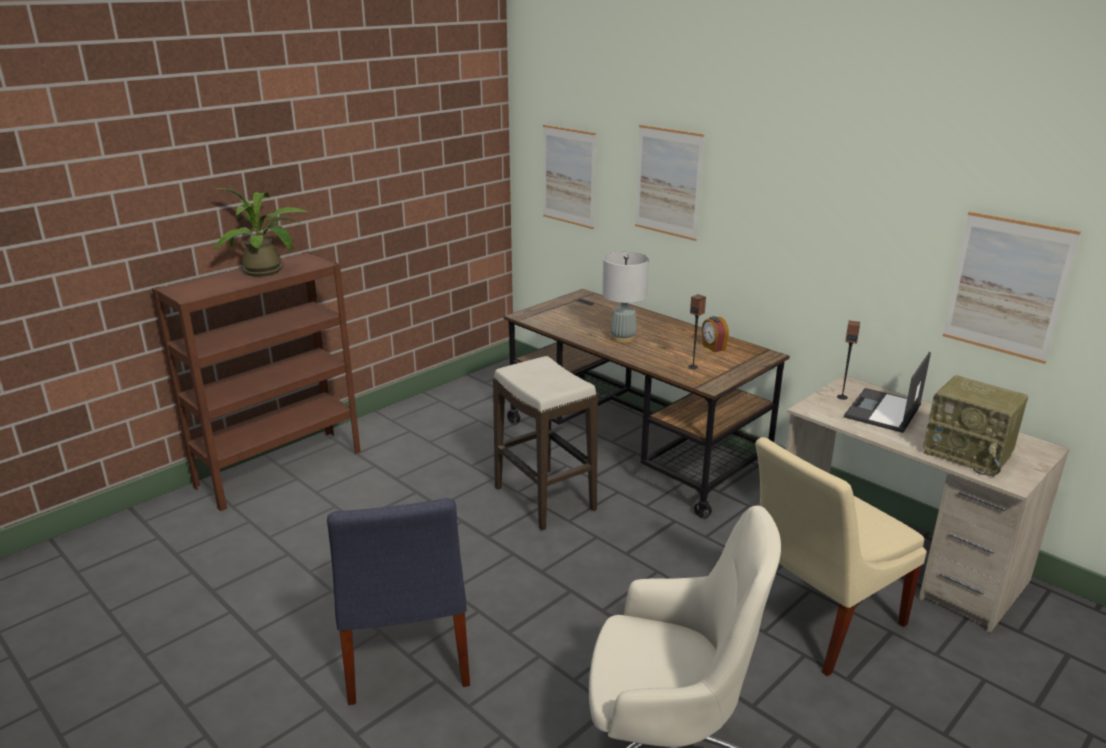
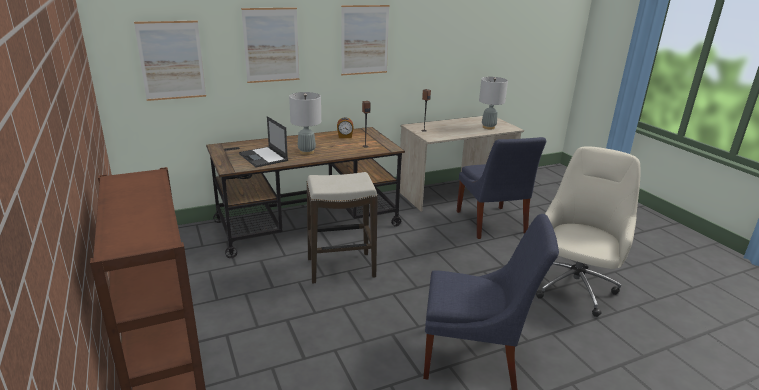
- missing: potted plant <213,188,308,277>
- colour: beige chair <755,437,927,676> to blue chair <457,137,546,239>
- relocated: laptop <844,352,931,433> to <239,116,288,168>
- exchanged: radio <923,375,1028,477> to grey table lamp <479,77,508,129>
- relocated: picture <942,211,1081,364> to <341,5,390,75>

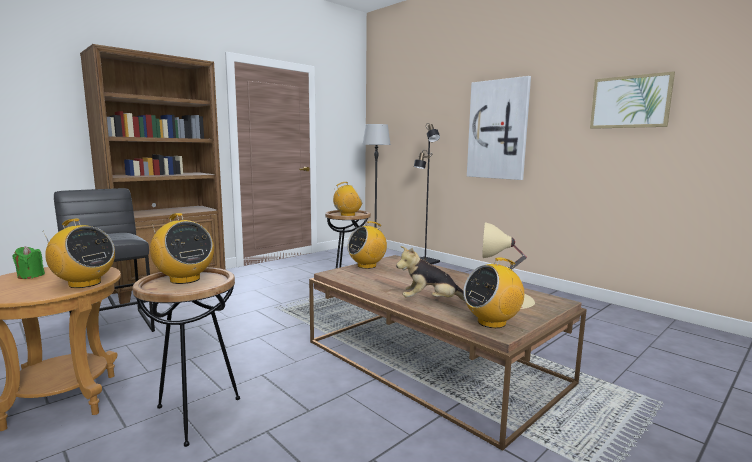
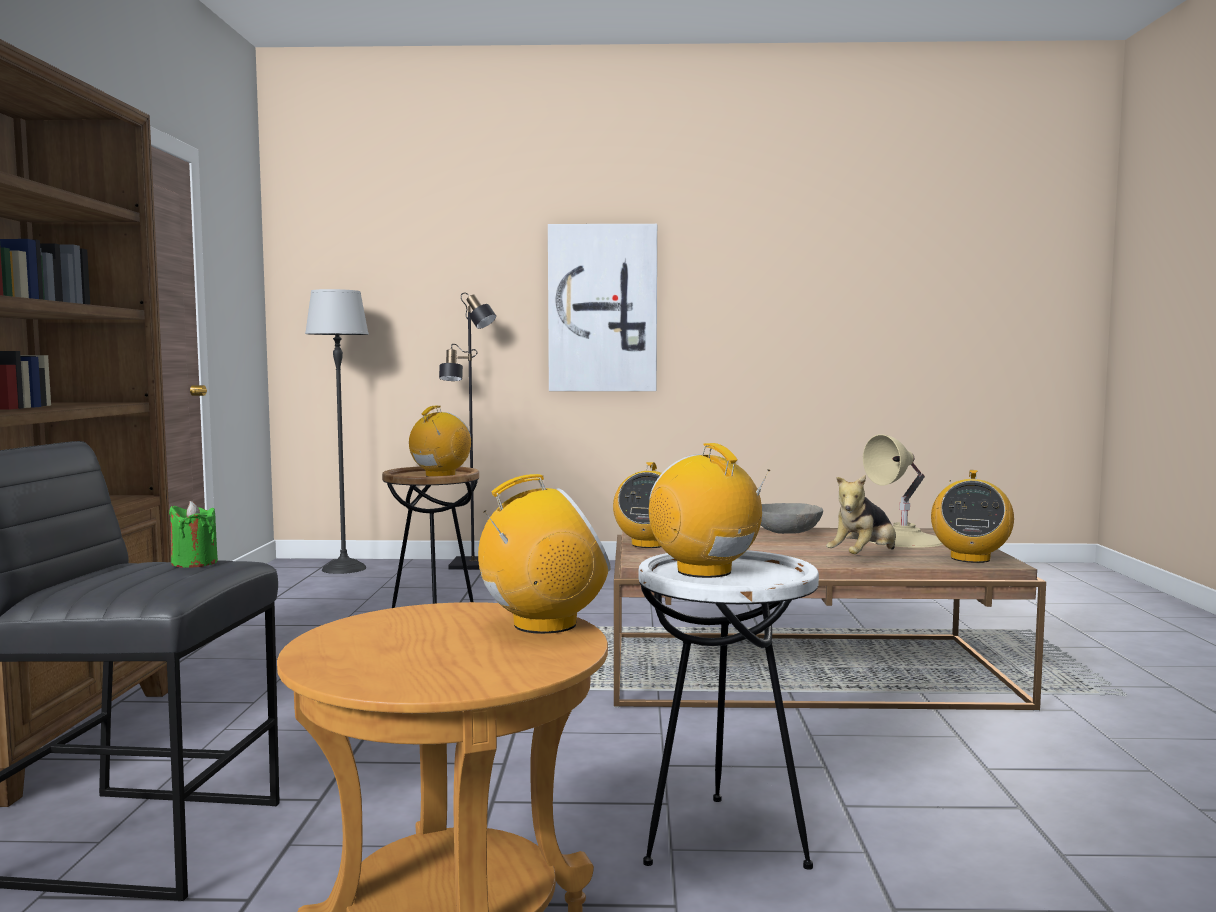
- relocated: green candle <13,246,45,279> to <169,501,218,568>
- colour: brown side table <133,267,240,447> to white side table <639,550,819,870>
- spun: radio <150,213,214,284> = <649,443,770,578> 120 degrees counterclockwise
- missing: picture <590,71,675,129>
- appeared: grey bowl <761,503,823,534>

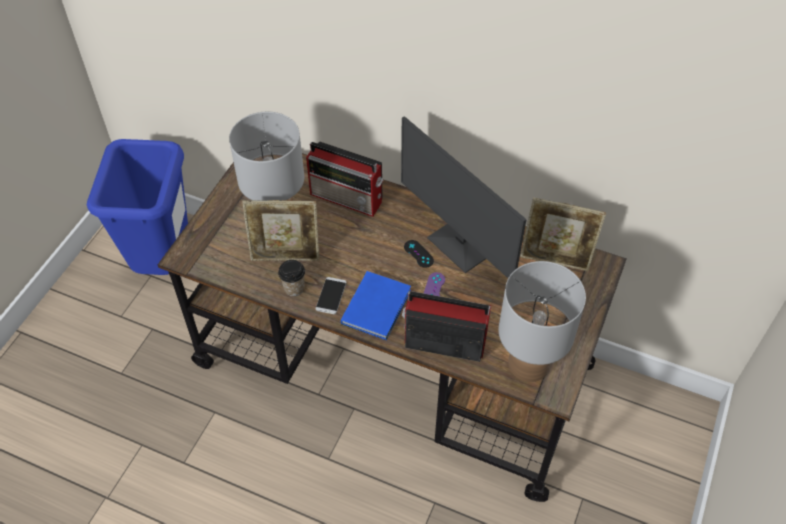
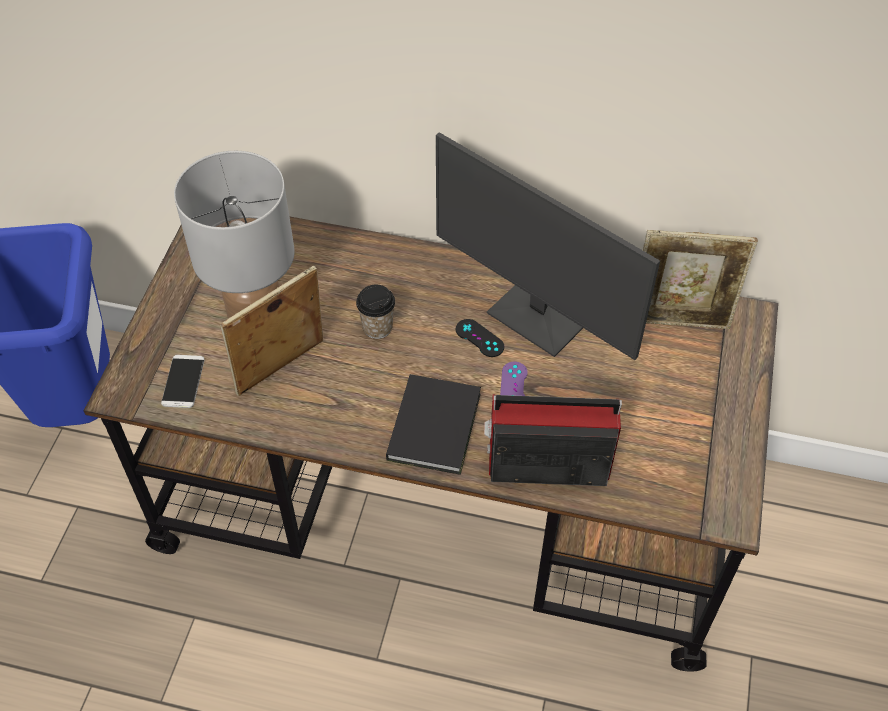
- spun: picture frame <242,200,320,261> = <220,266,323,396> 150 degrees clockwise
- relocated: cup <278,260,305,296> to <356,285,395,339>
- missing: radio <306,142,384,217>
- relocated: phone <316,277,347,314> to <161,355,205,408>
- colour: blue book <341,271,411,340> to black book <386,374,481,475>
- missing: grey table lamp <498,261,586,382>

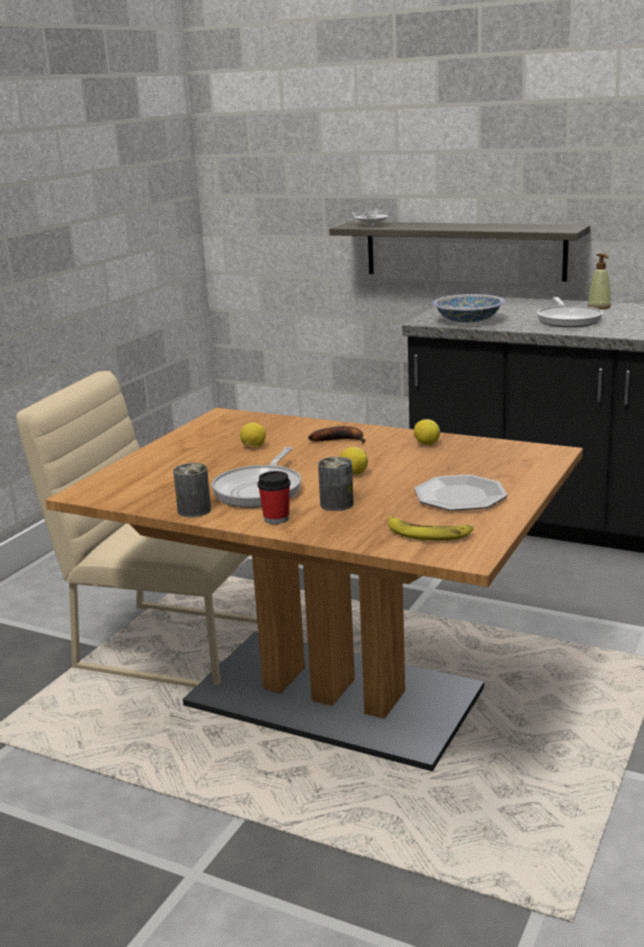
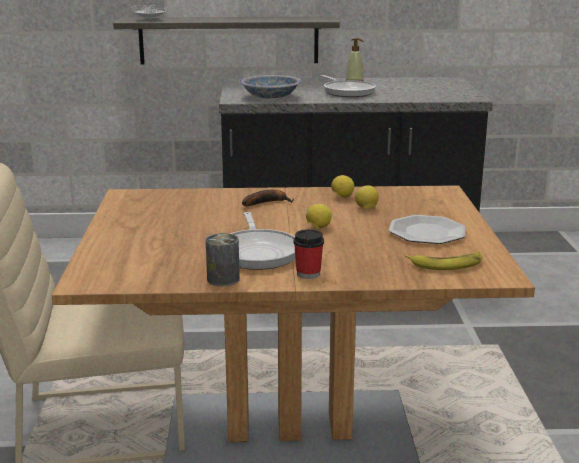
- relocated: lemon <240,423,266,448> to <355,186,379,209>
- missing: can <318,457,354,511>

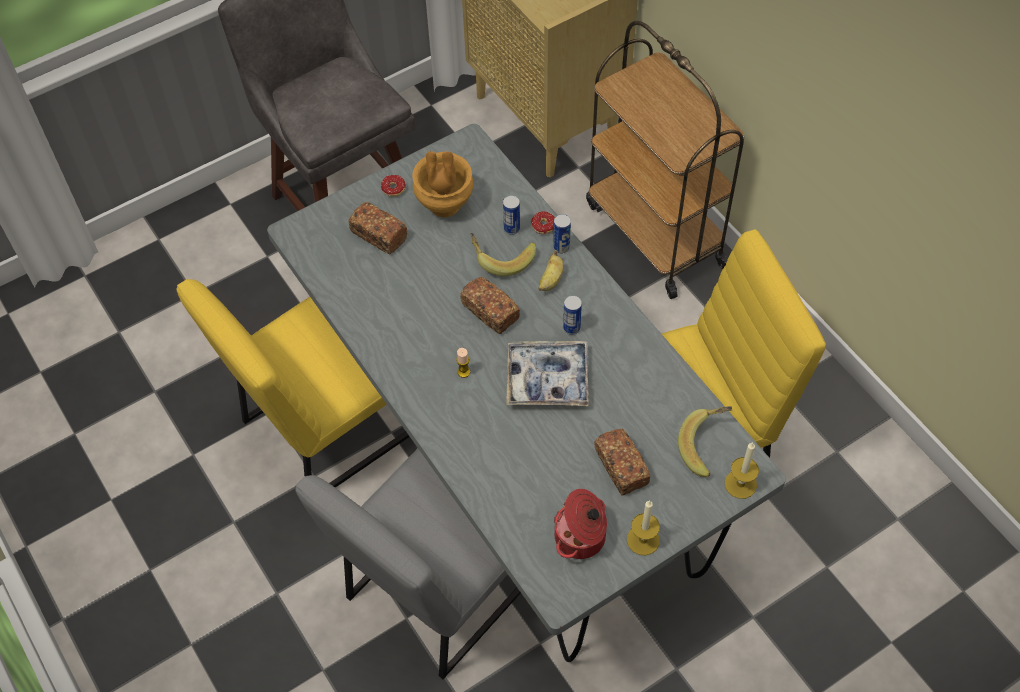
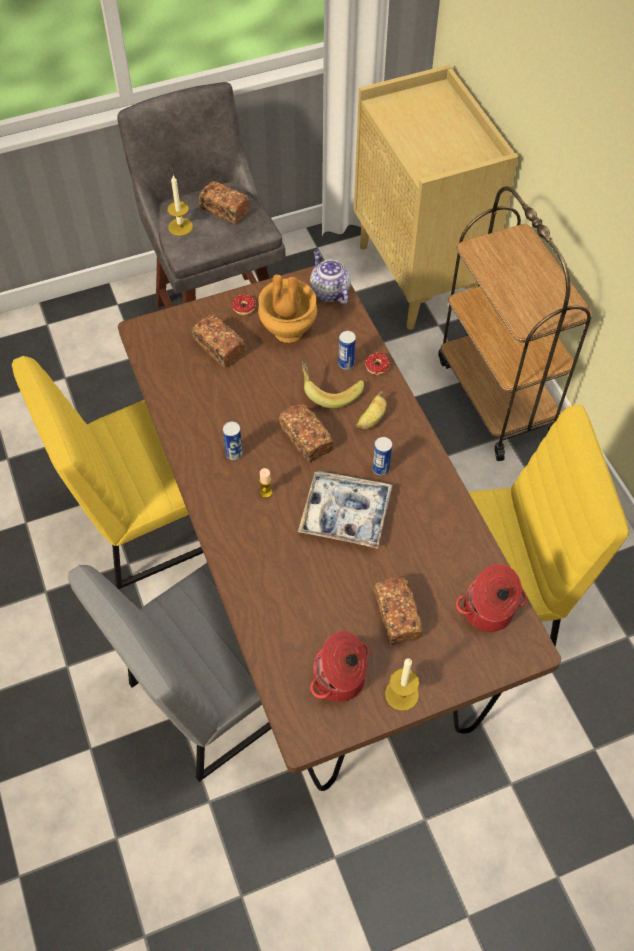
- colour: grey dining table <267,124,786,662> to brown dining table <118,266,561,791>
- relocated: can <553,214,571,253> to <223,421,243,461>
- exchanged: banana <678,406,732,477> to cooking pot <456,564,527,632>
- relocated: candle <725,442,759,499> to <167,175,193,236>
- appeared: bread <199,181,250,224>
- appeared: teapot <310,250,351,305>

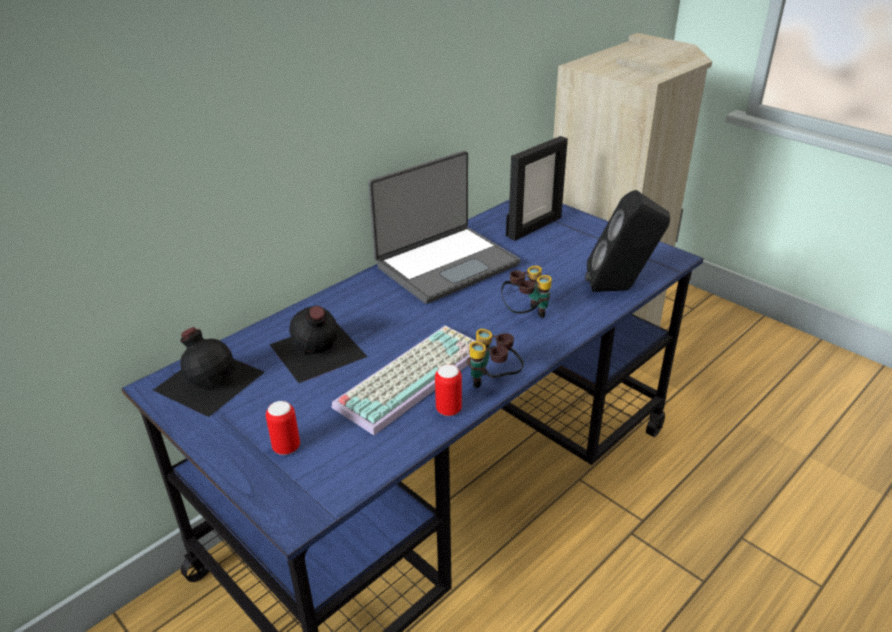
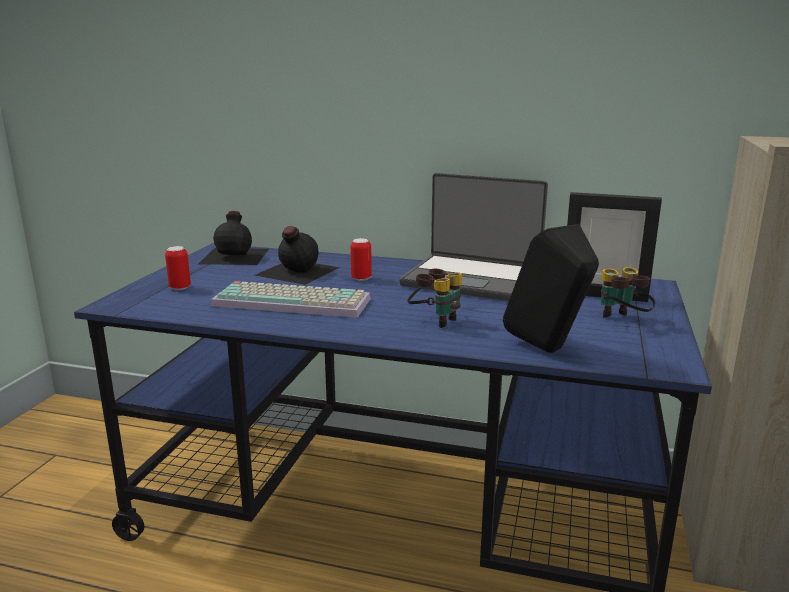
- relocated: can <435,364,462,416> to <350,238,372,281>
- relocated: binoculars <466,329,524,388> to <601,267,655,318>

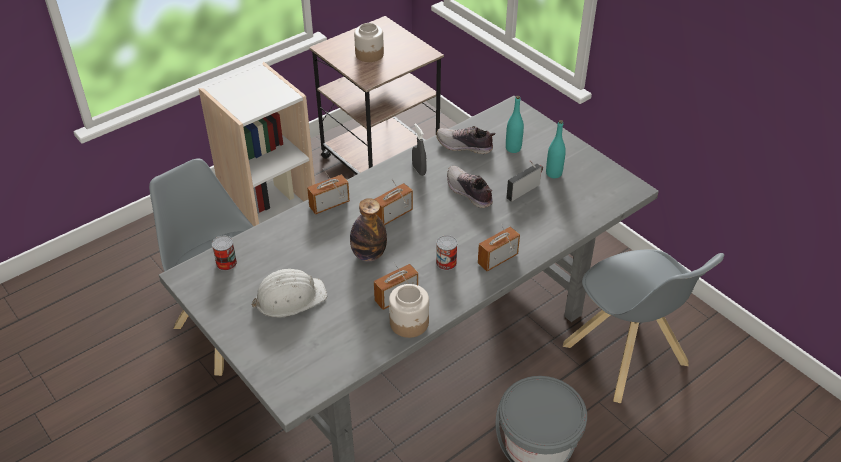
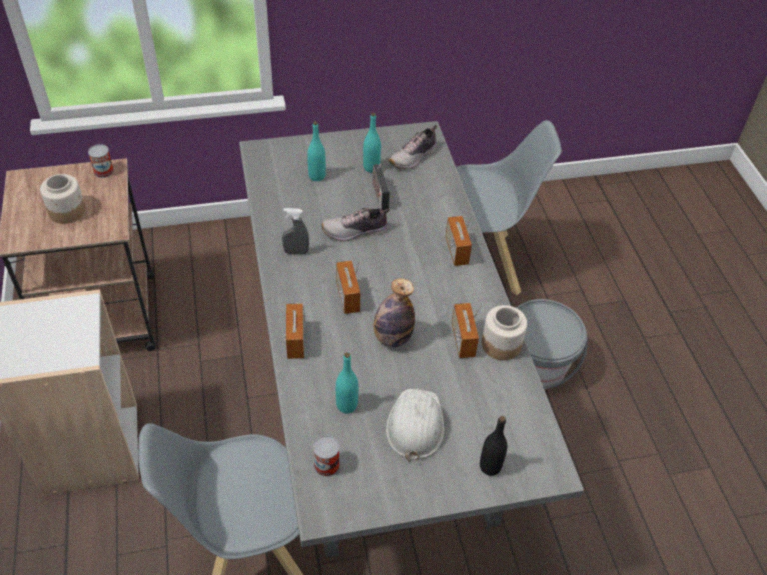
- relocated: shoe <436,126,495,154> to <389,125,437,169>
- relocated: can <436,235,457,270> to <88,144,114,178>
- appeared: turquoise bottle <336,352,358,413>
- appeared: black bottle <480,416,507,476>

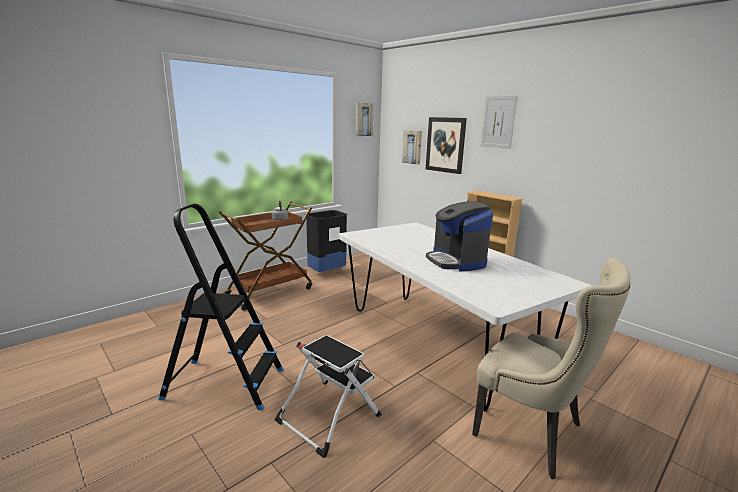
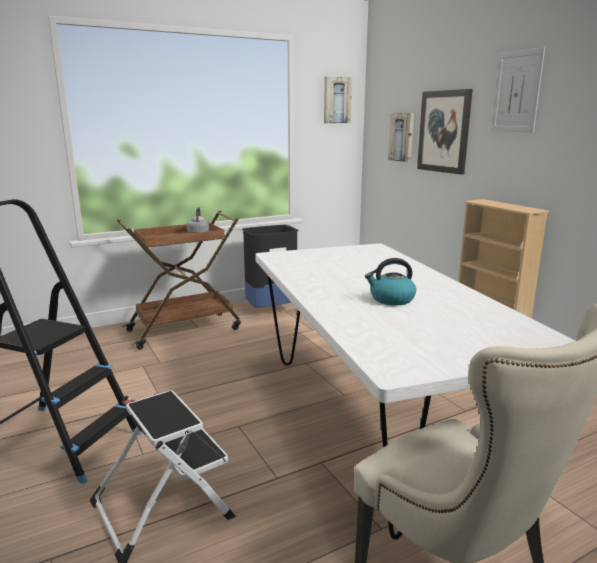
- exchanged: coffee machine <426,201,493,272> to kettle <365,258,416,305>

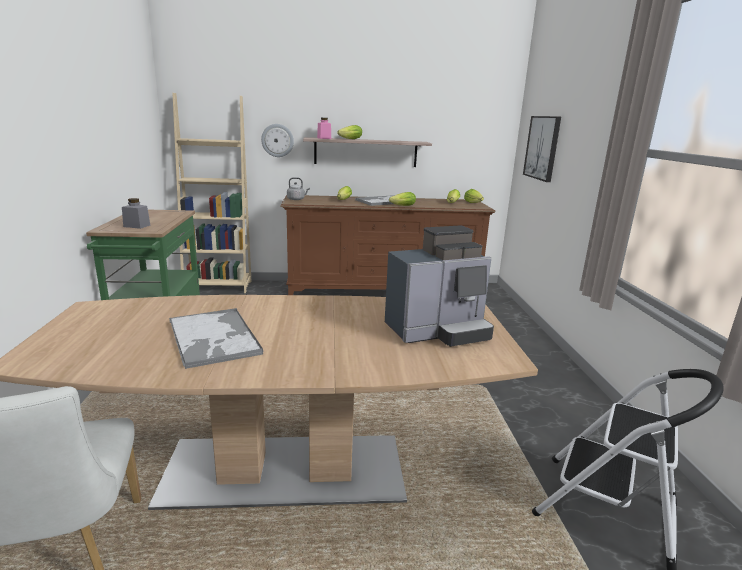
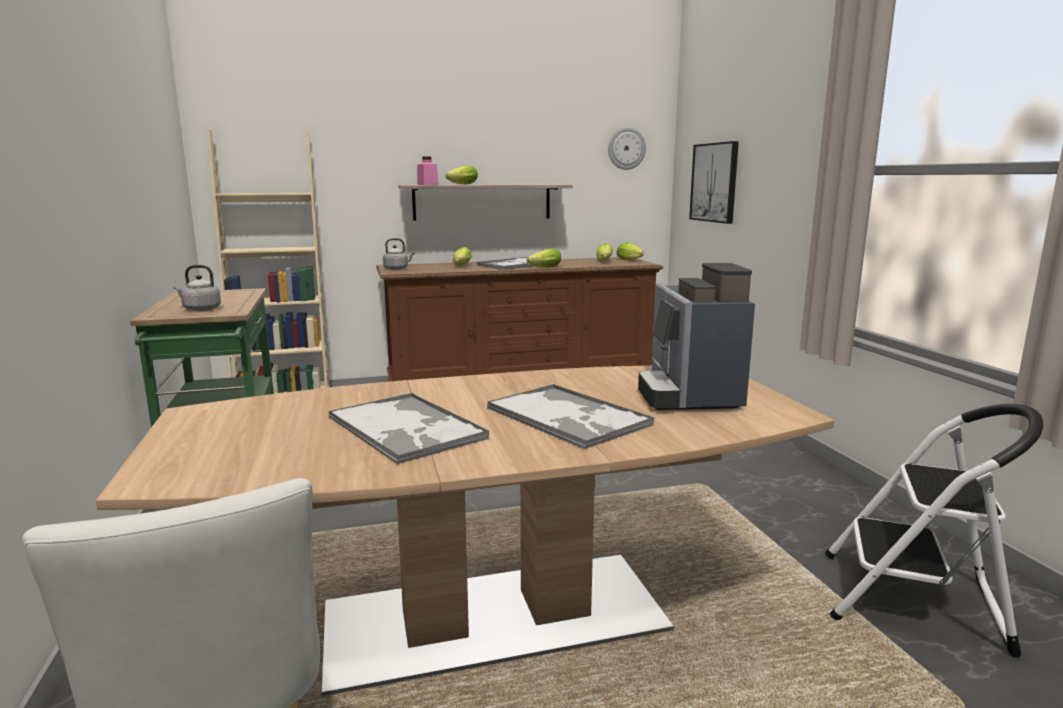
- exchanged: grey jar <122,198,151,229> to grey kettle <173,265,221,311>
- relocated: wall clock <261,124,294,157> to <608,127,646,170>
- spun: coffee machine <385,225,494,347> = <638,263,755,410> 120 degrees clockwise
- appeared: tray <487,384,654,449>

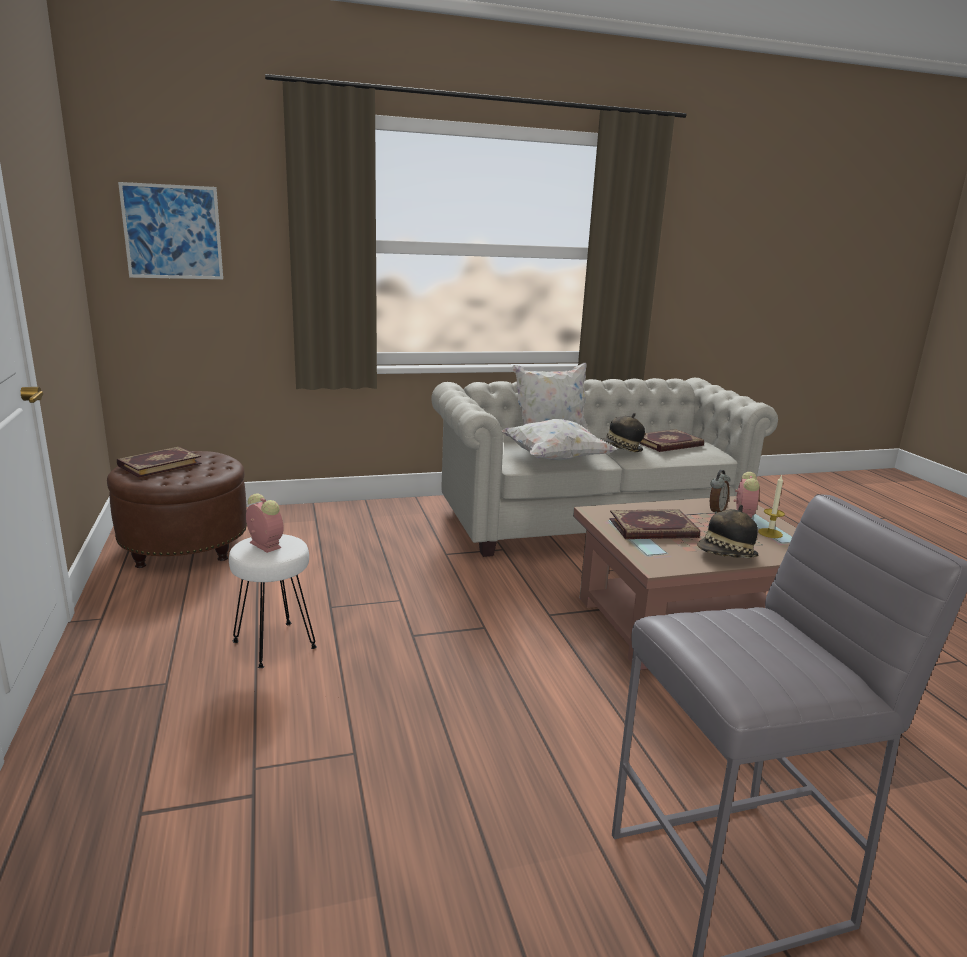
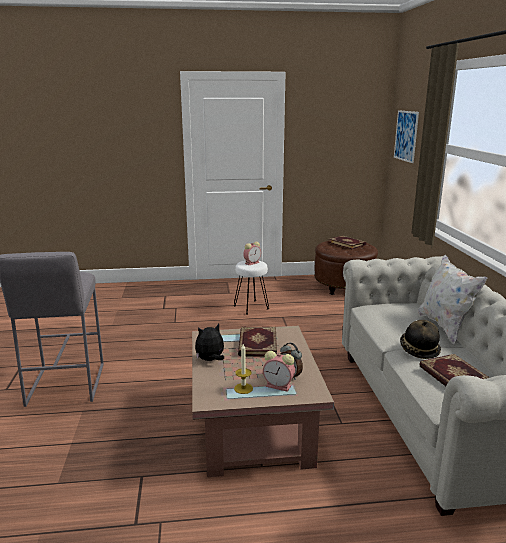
- missing: white pillow <502,419,617,460>
- exchanged: hat <697,505,758,558> to plush toy <195,324,224,361>

